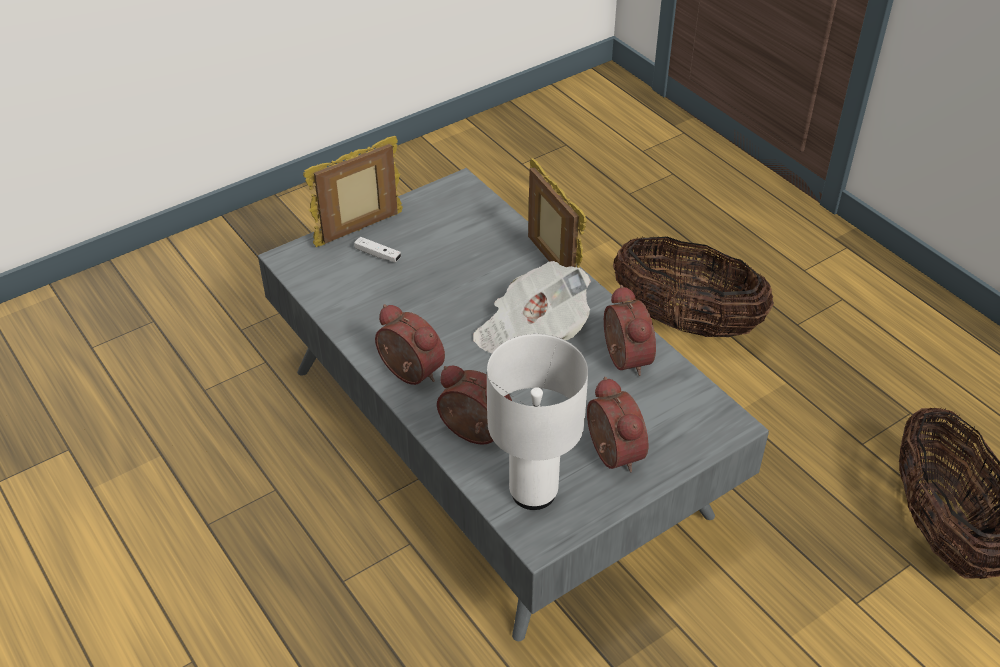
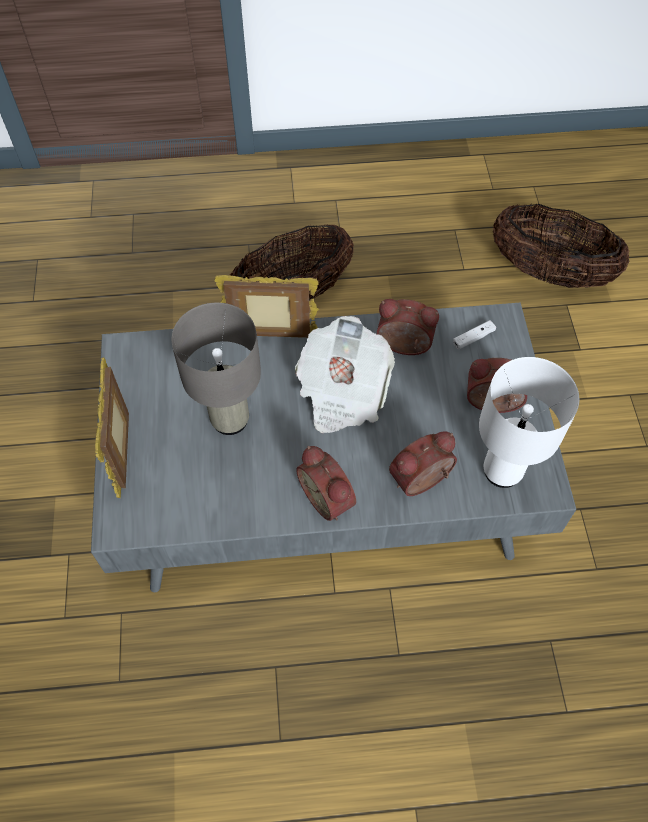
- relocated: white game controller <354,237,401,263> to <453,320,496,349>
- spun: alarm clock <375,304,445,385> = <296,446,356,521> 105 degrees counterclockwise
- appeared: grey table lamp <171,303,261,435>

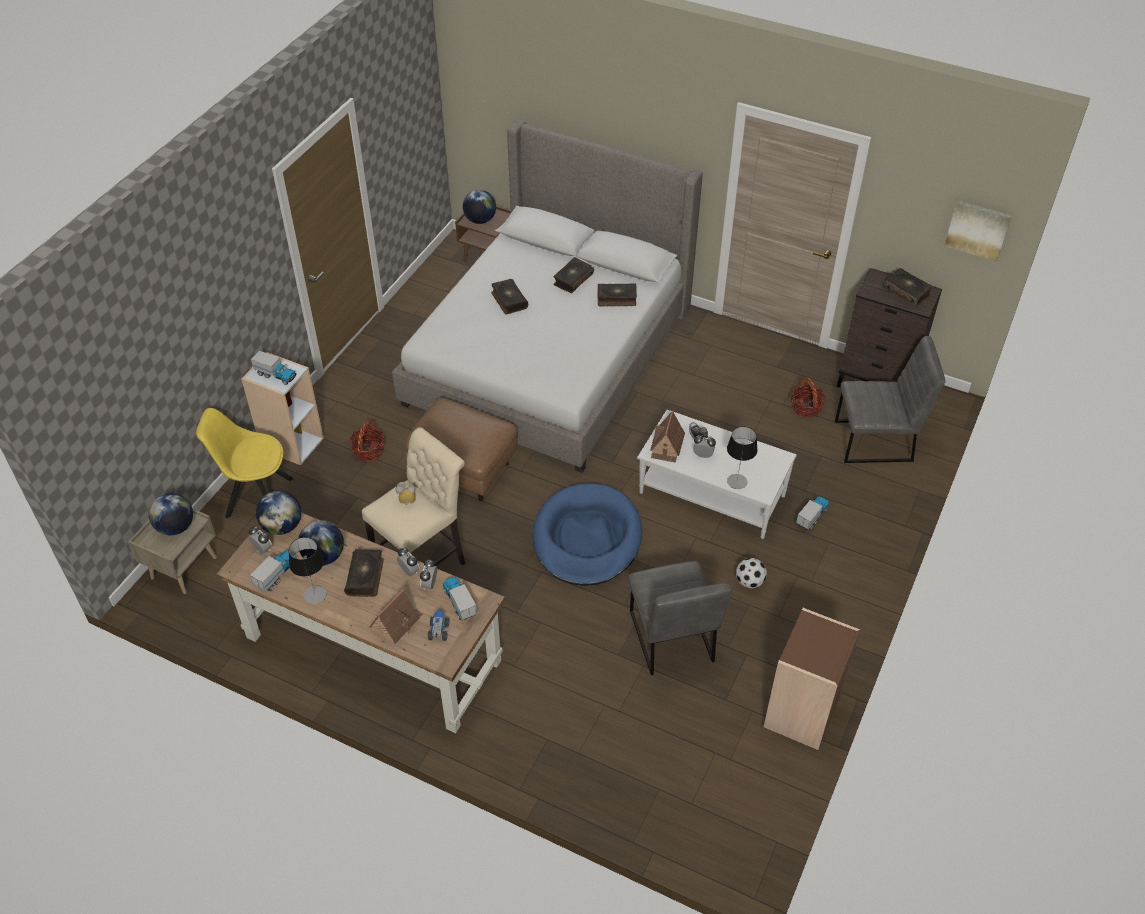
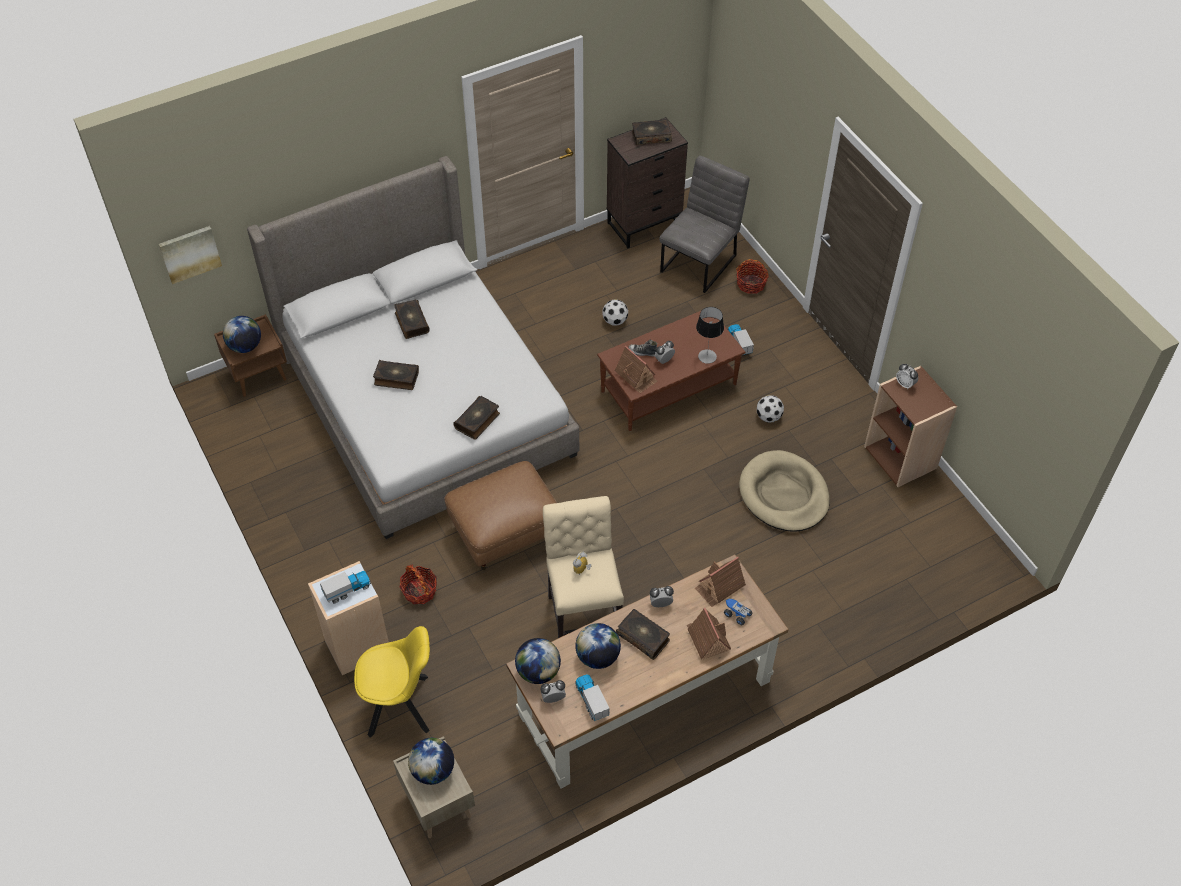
- spun: yellow chair <196,408,293,519> = <354,626,430,738> 135 degrees counterclockwise
- missing: table lamp <289,537,327,604>
- relocated: alarm clock <420,559,437,589> to <896,364,918,389>
- exchanged: toy truck <443,577,477,620> to toy house <695,557,746,607>
- missing: blue dog bed <533,484,642,586>
- relocated: book <597,283,637,306> to <453,396,500,440>
- exchanged: grey chair <628,561,732,675> to beige dog bed <739,450,830,532>
- colour: white coffee table <637,410,797,539> to brown coffee table <597,310,746,431>
- relocated: basket <791,378,825,418> to <736,259,769,294>
- relocated: picture <944,200,1012,261> to <159,226,222,284>
- appeared: football <602,300,628,326>

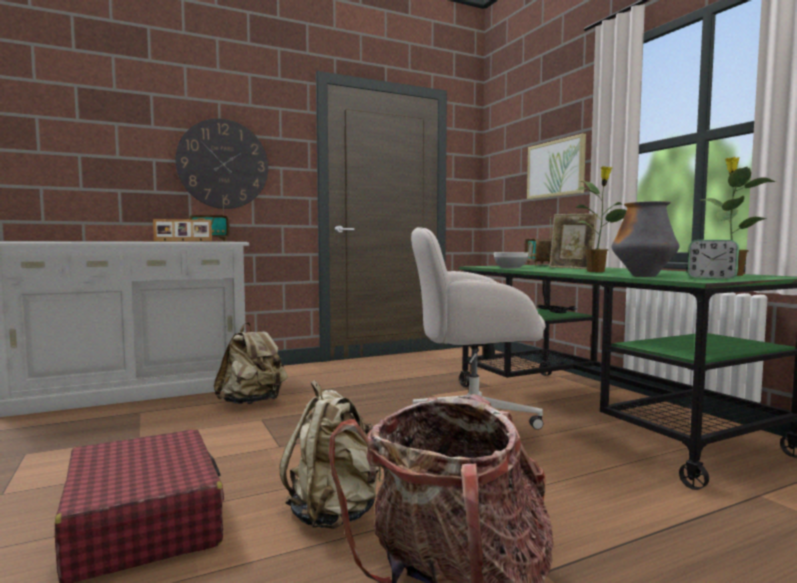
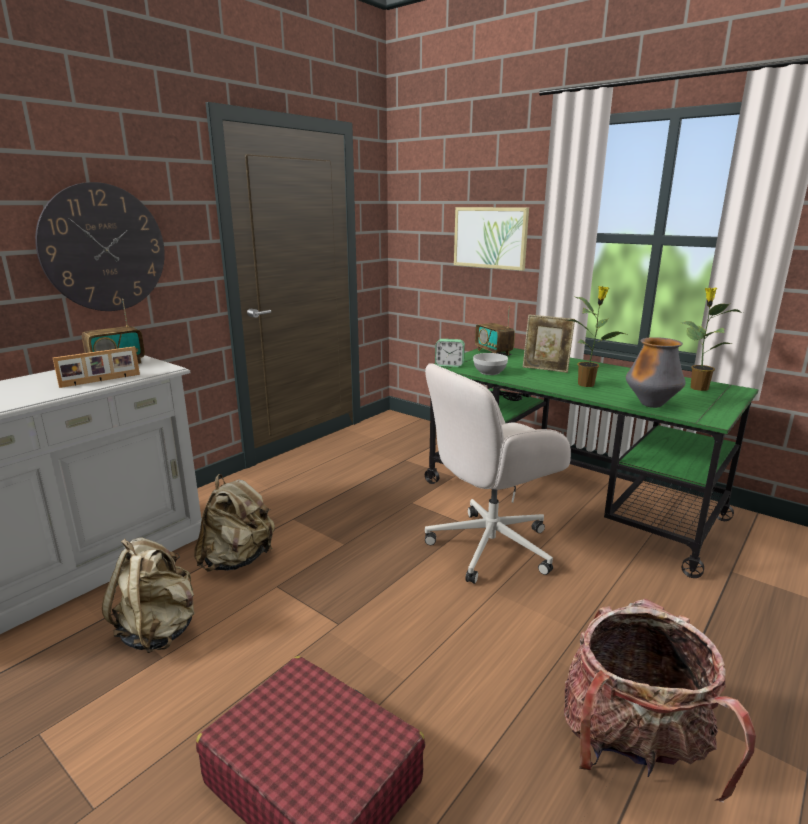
- relocated: beige backpack <280,380,381,529> to <102,537,194,653>
- relocated: alarm clock <688,239,739,280> to <435,339,465,367>

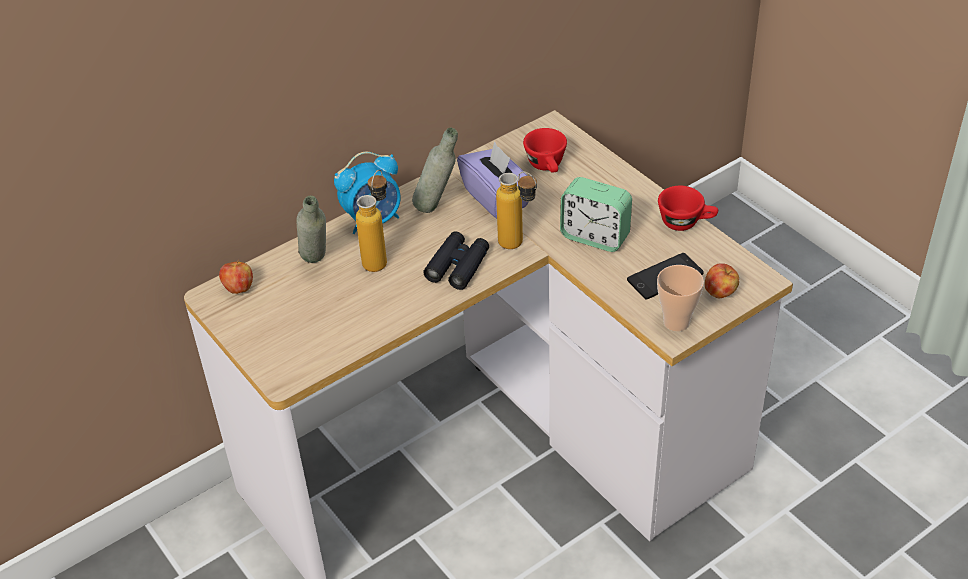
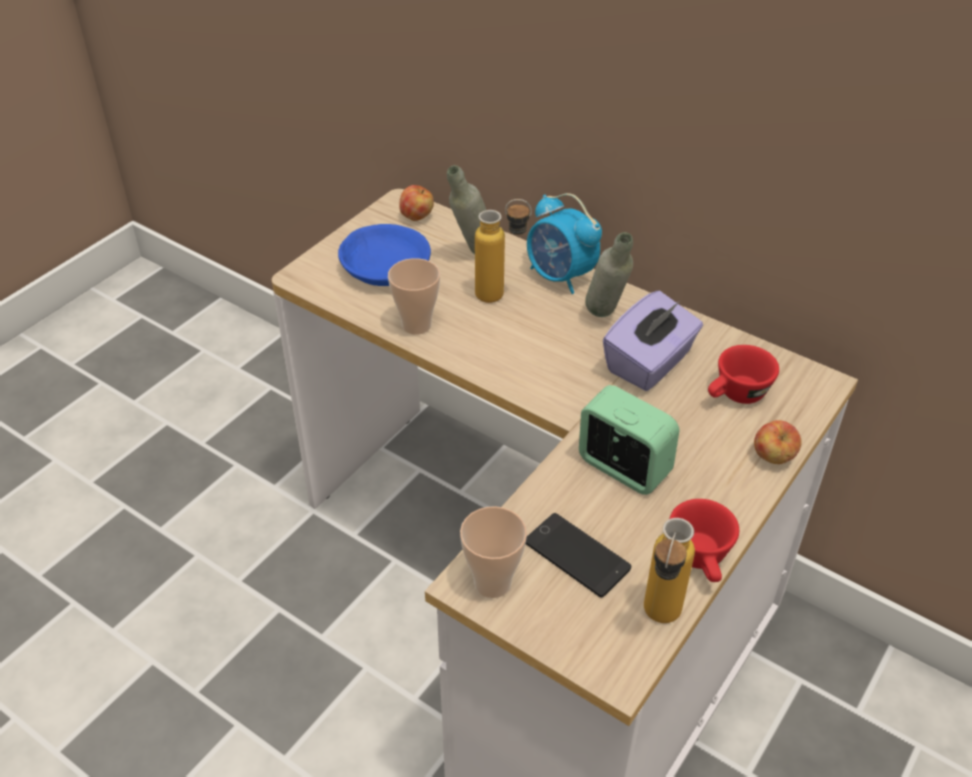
- missing: black binoculars <423,231,489,290>
- relocated: bottle <496,171,537,249> to <644,518,695,623>
- spun: alarm clock <560,177,632,252> = <579,385,680,495> 120 degrees clockwise
- relocated: apple <705,263,739,299> to <754,420,802,464>
- appeared: blue bowl <338,224,431,286>
- appeared: cup <388,258,440,335>

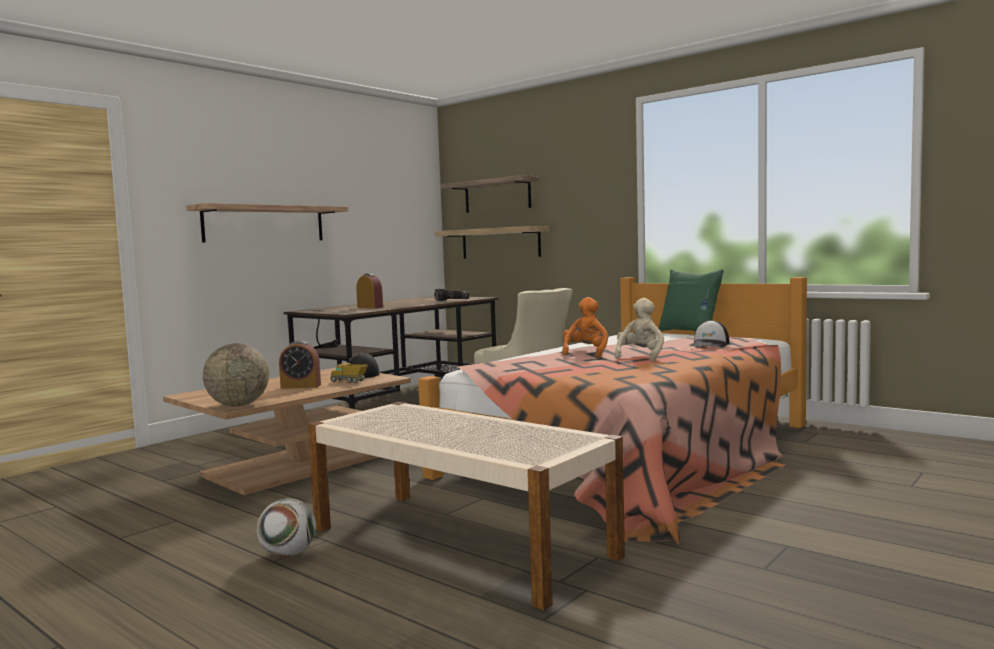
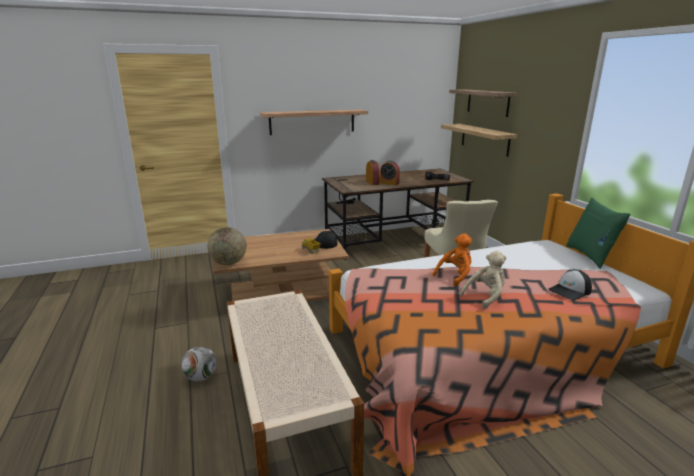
- relocated: alarm clock <279,341,321,389> to <380,160,400,185>

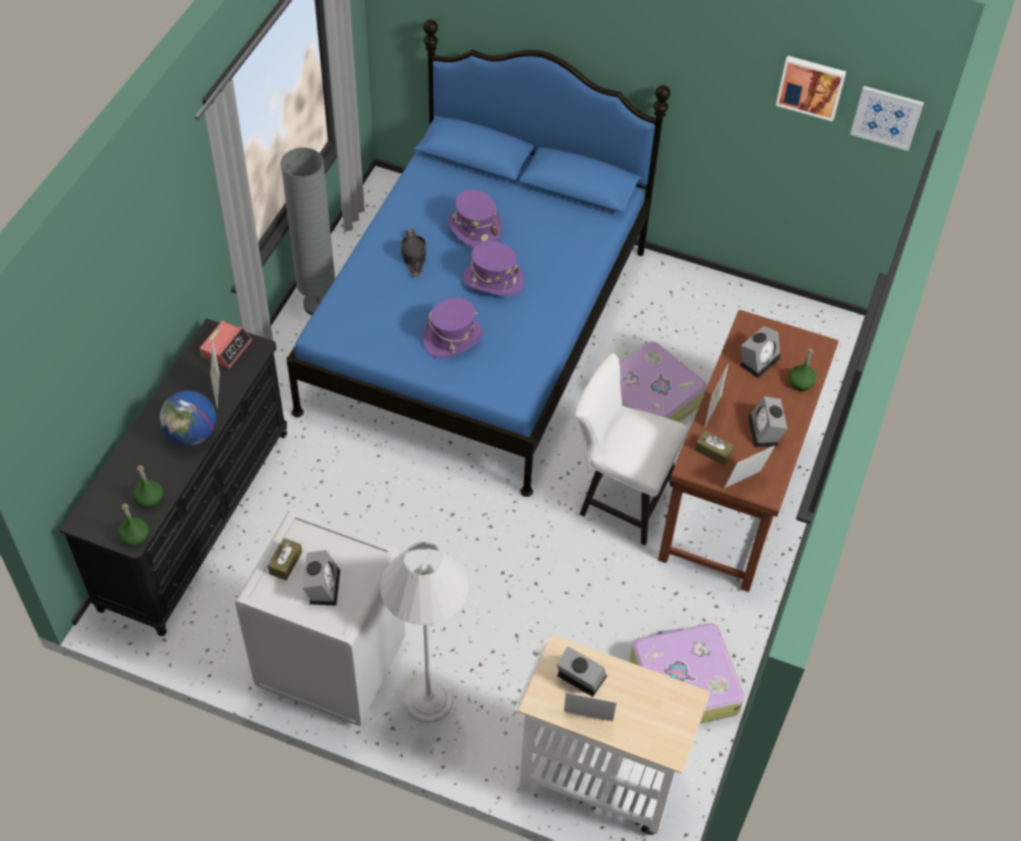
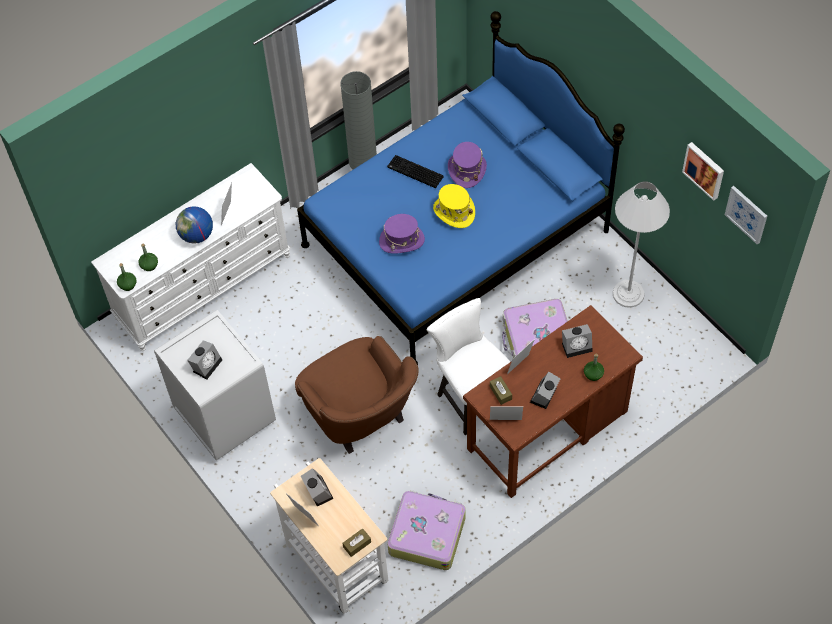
- colour: black dresser <60,318,287,636> to white dresser <91,163,290,351>
- missing: alarm clock <200,321,252,368>
- relocated: brown tissue box <268,538,302,580> to <343,528,371,557>
- relocated: white floor lamp <380,542,469,723> to <613,181,670,308>
- exchanged: black hat <401,229,427,277> to keyboard <387,155,444,188>
- colour: purple hat <463,242,524,296> to yellow hat <433,184,475,228>
- appeared: brown armchair <295,336,419,454>

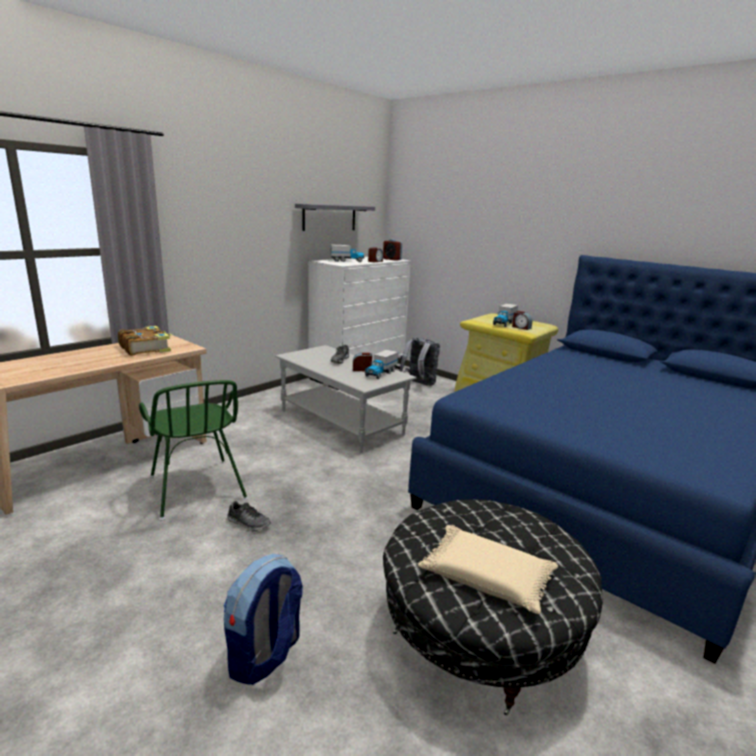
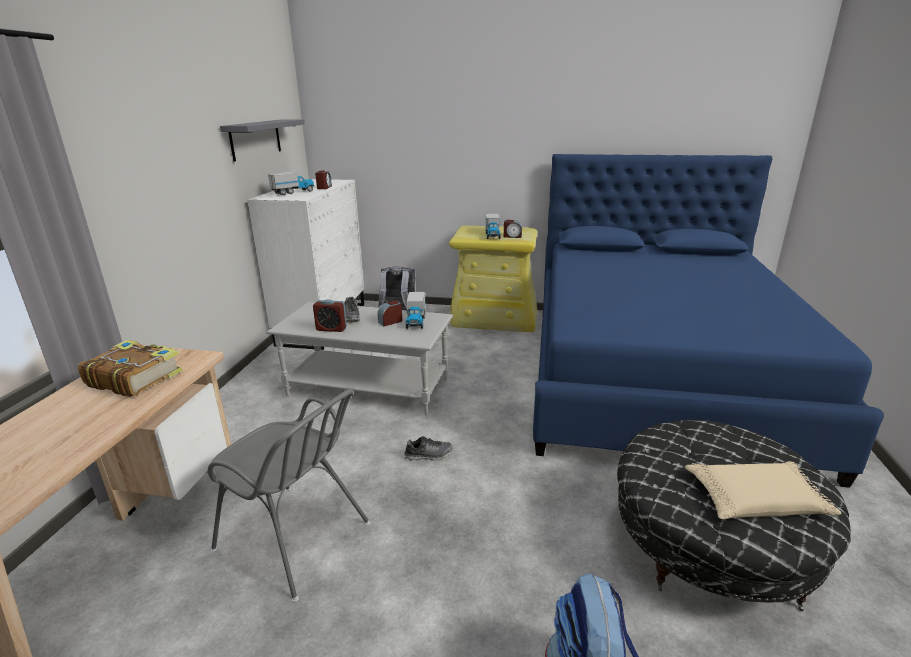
- colour: green chair <139,380,248,520> to grey chair <208,389,371,602>
- relocated: shoe <227,501,271,532> to <404,437,453,461>
- relocated: alarm clock <383,239,402,261> to <313,299,347,332>

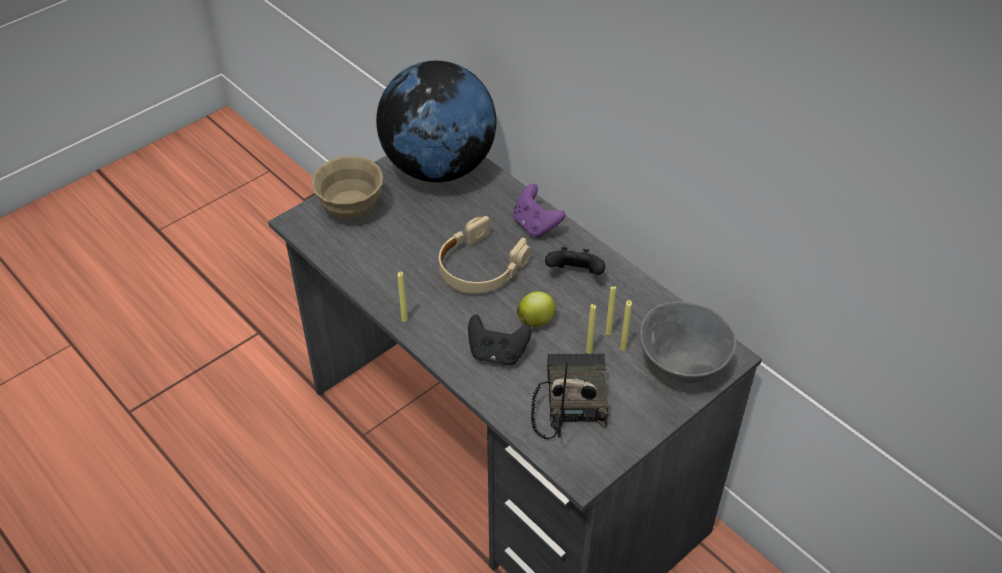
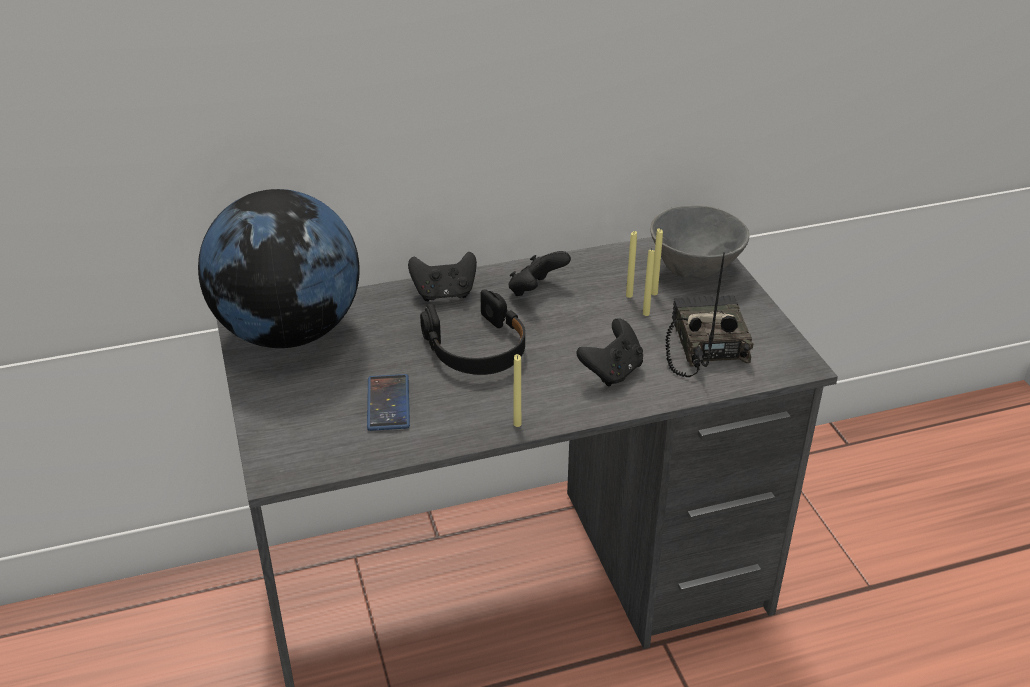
- missing: beige bowl <311,156,383,219>
- colour: beige headphones <439,216,531,293> to black headphones <420,289,525,375>
- colour: purple game controller <513,184,565,238> to black game controller <408,252,477,301>
- missing: apple <517,291,556,327>
- spun: radio <531,354,608,439> = <665,252,754,377> 60 degrees clockwise
- appeared: phone <367,374,410,431>

